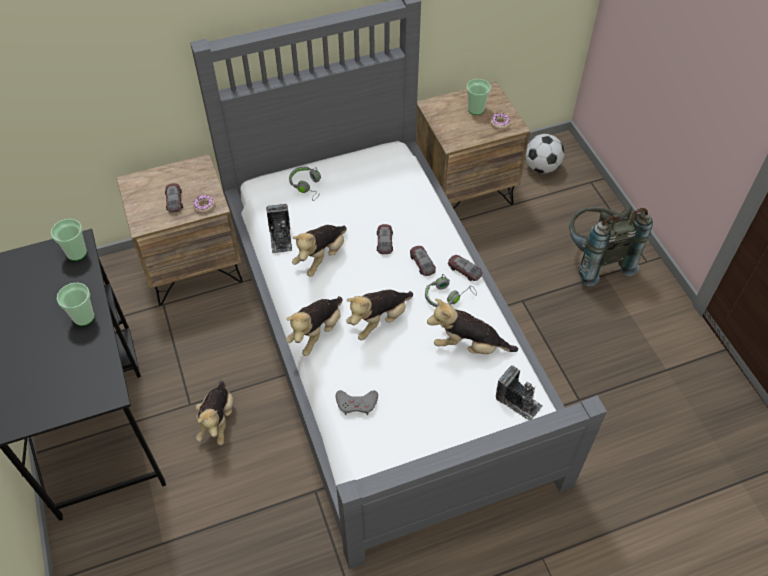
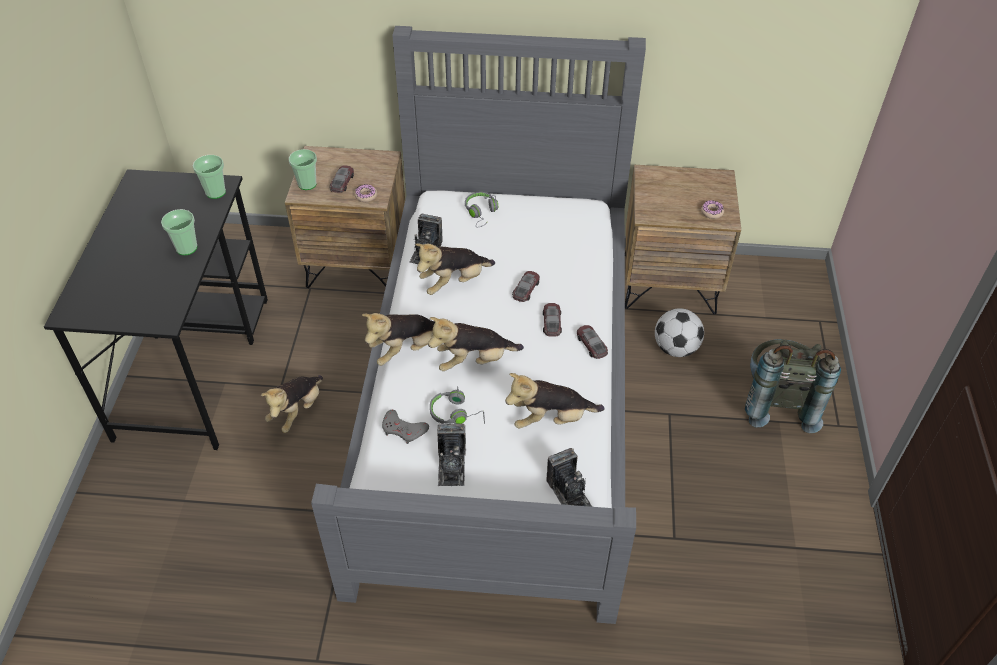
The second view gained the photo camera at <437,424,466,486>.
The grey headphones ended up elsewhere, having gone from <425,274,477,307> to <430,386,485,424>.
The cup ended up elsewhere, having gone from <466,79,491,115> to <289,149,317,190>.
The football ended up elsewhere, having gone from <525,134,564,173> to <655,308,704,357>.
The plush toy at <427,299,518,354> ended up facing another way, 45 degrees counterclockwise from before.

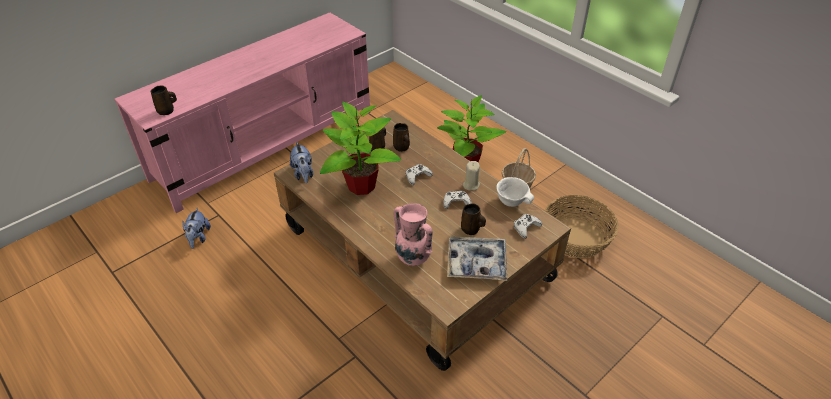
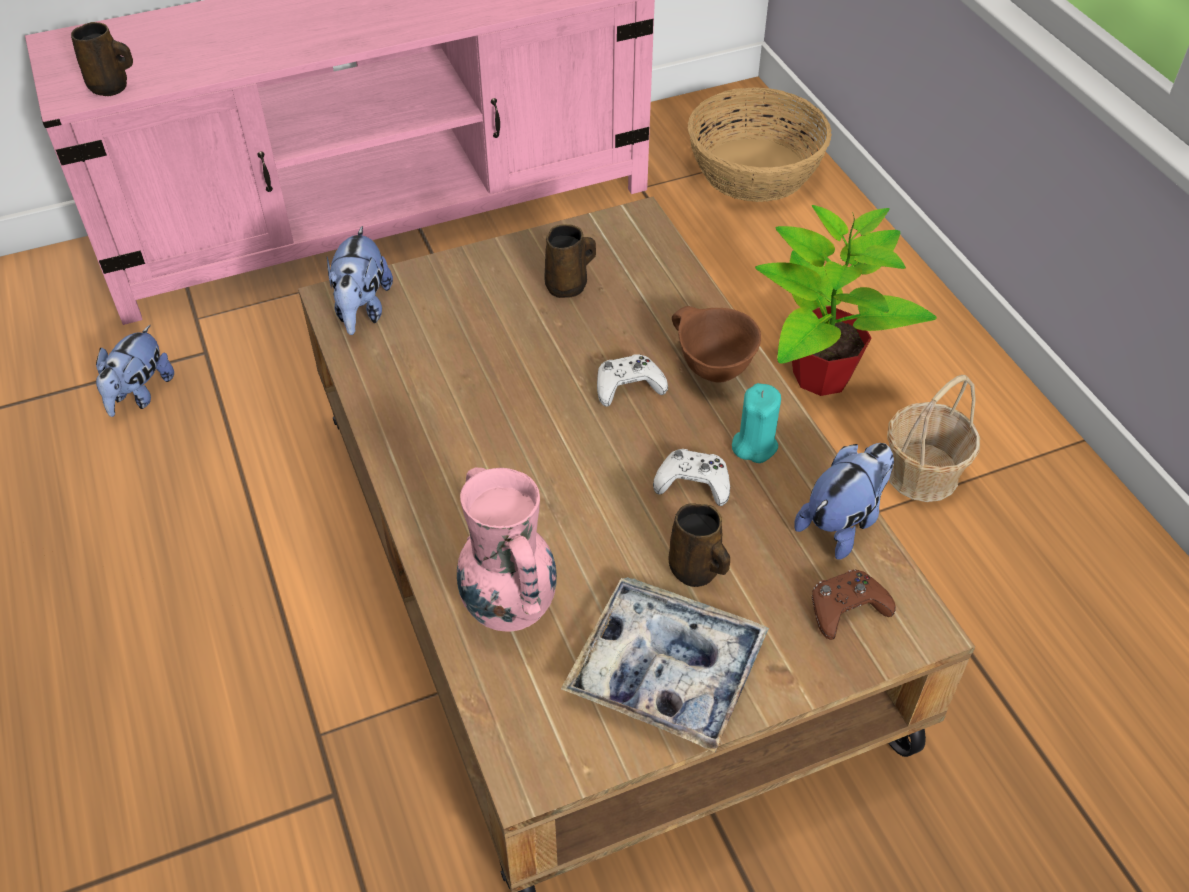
The second view lost the potted plant at <320,101,401,195>.
The second view lost the brown mug at <393,123,410,152>.
The second view gained the brown bowl at <672,306,761,383>.
The basket ended up elsewhere, having gone from <545,195,619,258> to <688,87,832,202>.
Where the white bowl stood at <497,177,534,207>, the plush toy came to stand at <795,443,894,560>.
What was the beige candle at <463,161,480,191> turned into the turquoise candle at <732,383,781,463>.
What was the white game controller at <513,214,542,239> turned into the brown game controller at <812,569,896,640>.

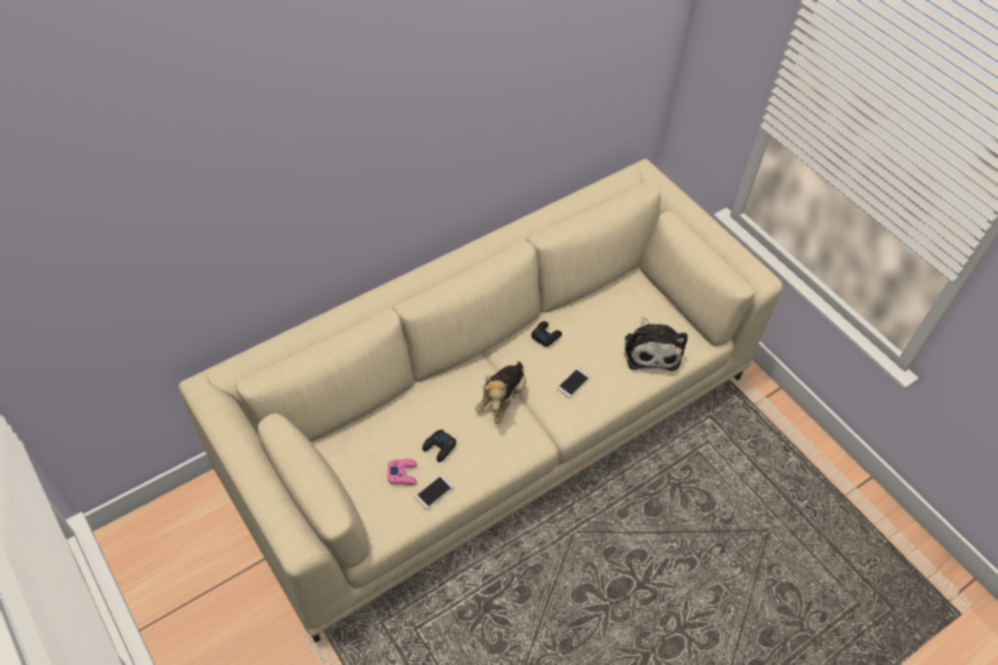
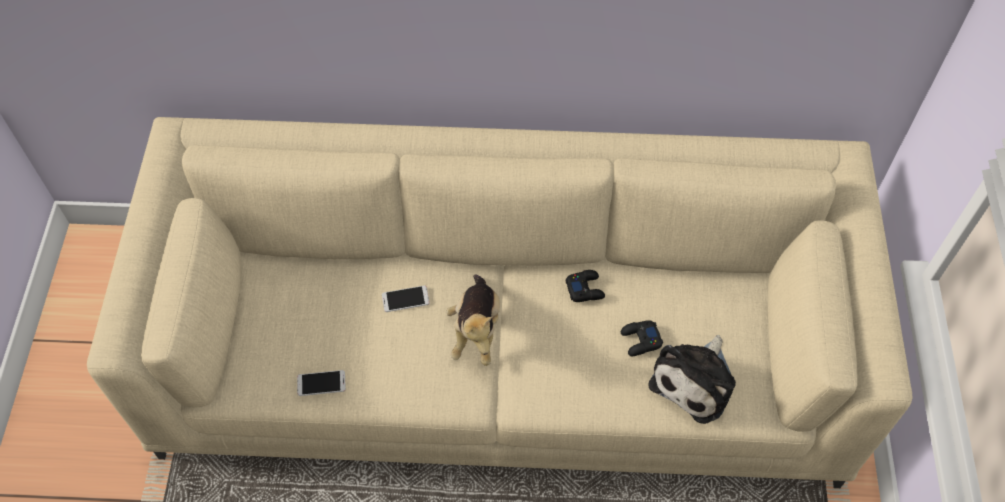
The second view lost the pink game controller at <387,459,417,485>.
The black game controller ended up elsewhere, having gone from <422,430,456,462> to <621,320,663,356>.
The phone ended up elsewhere, having gone from <557,368,591,398> to <382,285,430,312>.
The plush toy at <475,361,526,424> ended up facing another way, 60 degrees counterclockwise from before.

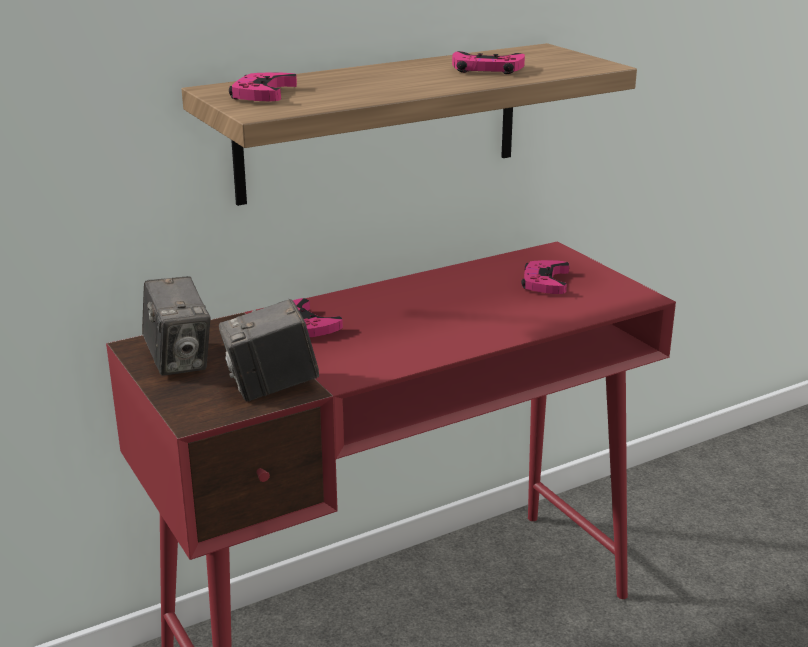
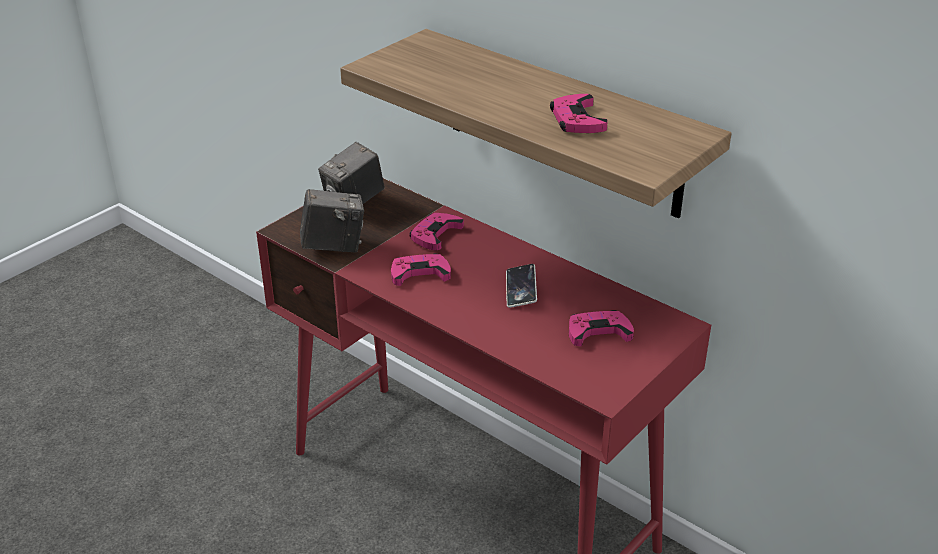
The second view gained the phone at <506,264,537,308>.
The pink game controller ended up elsewhere, having gone from <229,72,297,101> to <391,253,451,286>.
The photo camera at <219,299,319,401> ended up facing another way, 120 degrees clockwise from before.

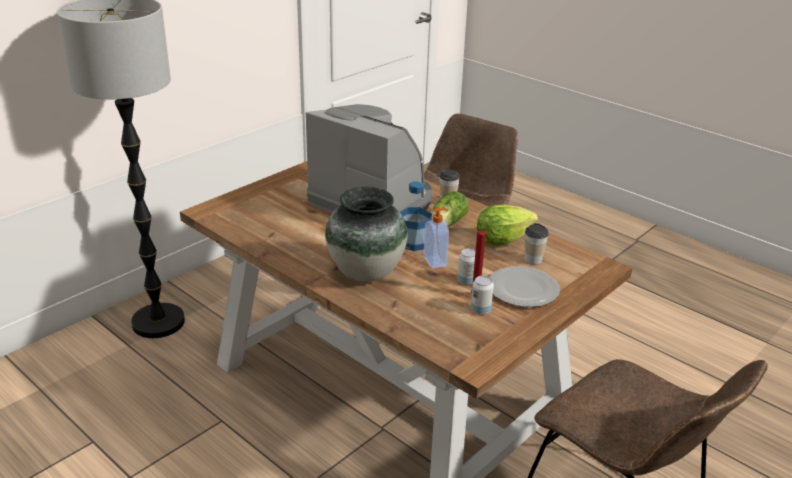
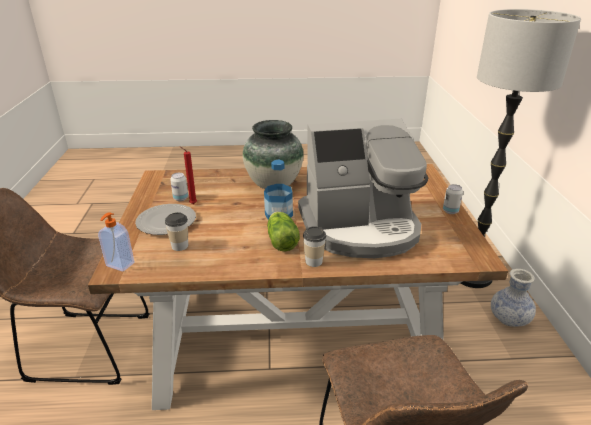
The second view lost the lettuce at <477,205,538,246>.
The second view gained the vase at <491,269,536,327>.
The soap dispenser ended up elsewhere, having gone from <423,208,449,269> to <98,212,134,272>.
The can ended up elsewhere, having gone from <457,248,476,285> to <443,184,463,214>.

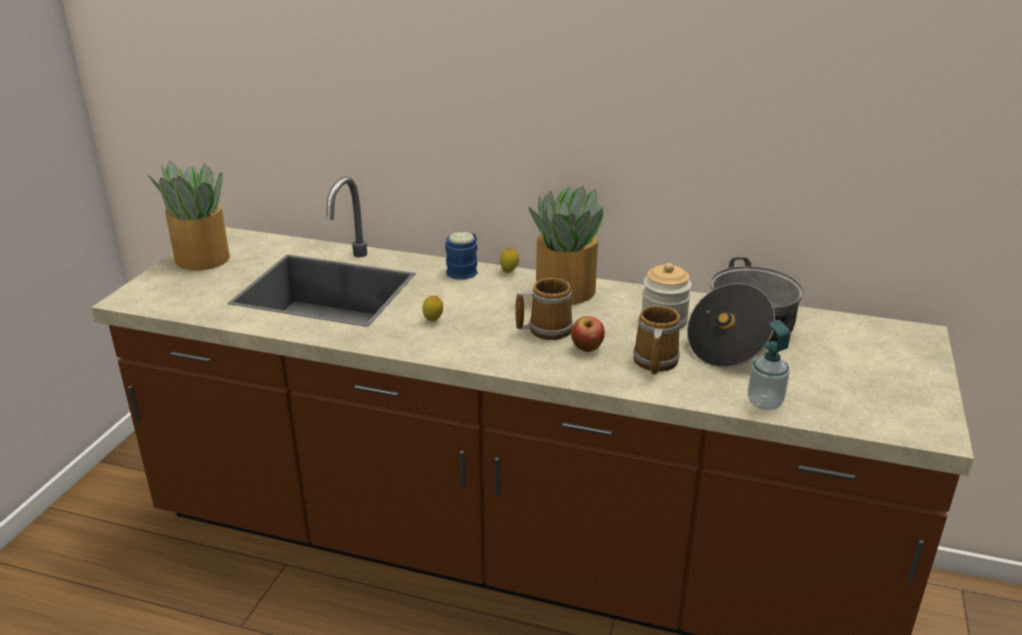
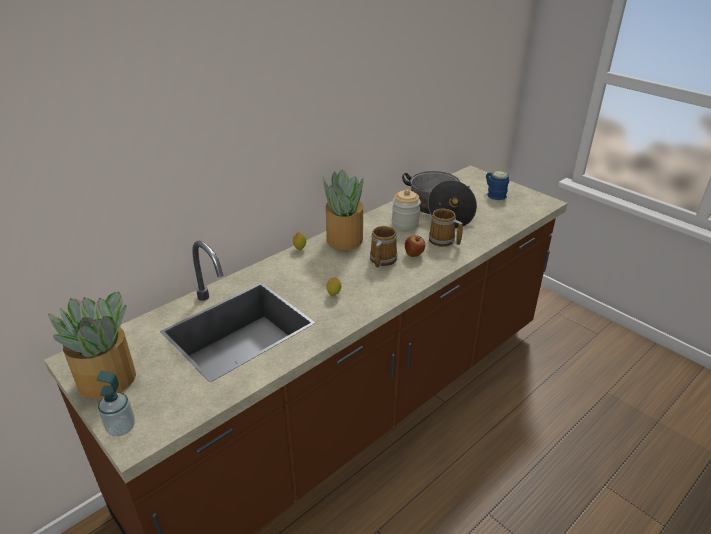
The blue mug ended up elsewhere, having gone from <445,232,478,280> to <486,171,509,200>.
The soap dispenser ended up elsewhere, having gone from <748,320,790,411> to <97,371,135,437>.

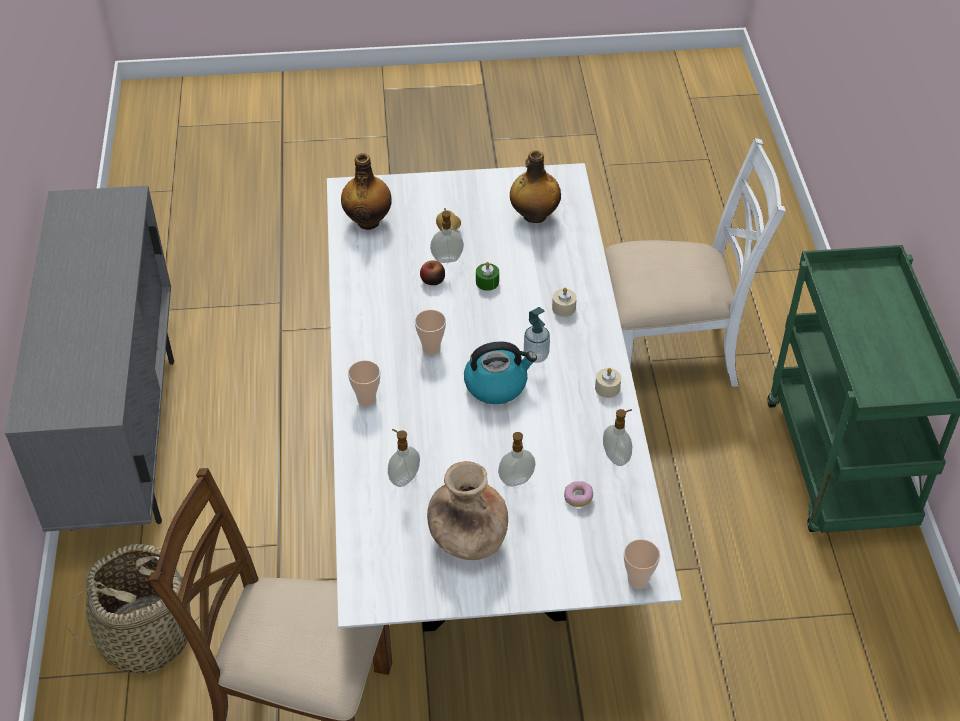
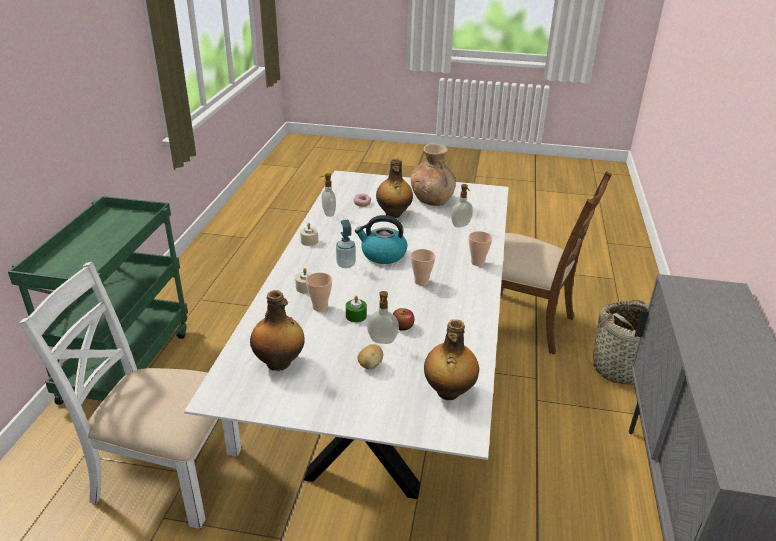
The cup ended up elsewhere, having gone from <624,539,660,589> to <306,272,332,311>.
Where the soap dispenser stood at <498,432,536,486>, the bottle came to stand at <376,159,413,218>.

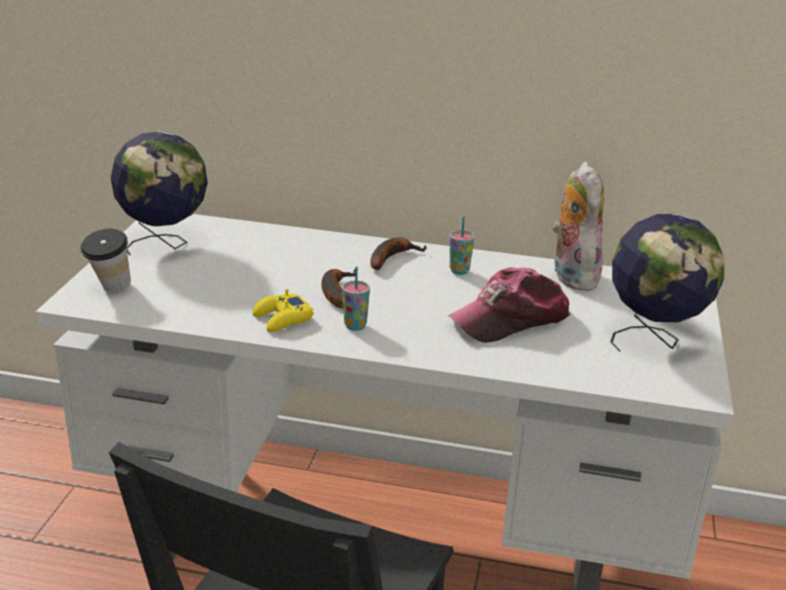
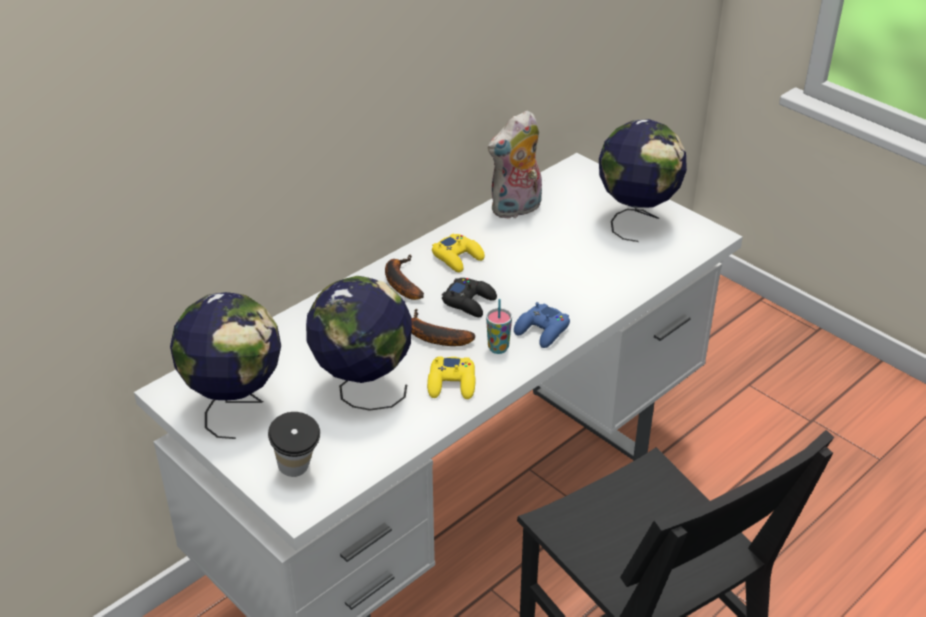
The second view lost the cap at <448,267,571,343>.
The second view gained the globe at <306,276,412,411>.
The second view gained the black game controller at <442,278,497,317>.
The second view gained the blue game controller at <514,302,570,348>.
Where the cup stood at <450,216,475,275>, the yellow game controller came to stand at <432,234,485,272>.
The plush toy at <552,162,604,291> ended up facing another way, 60 degrees counterclockwise from before.

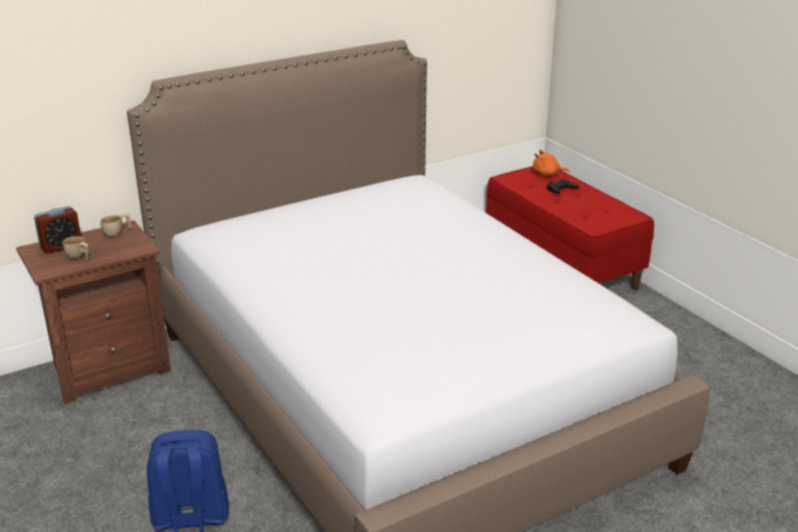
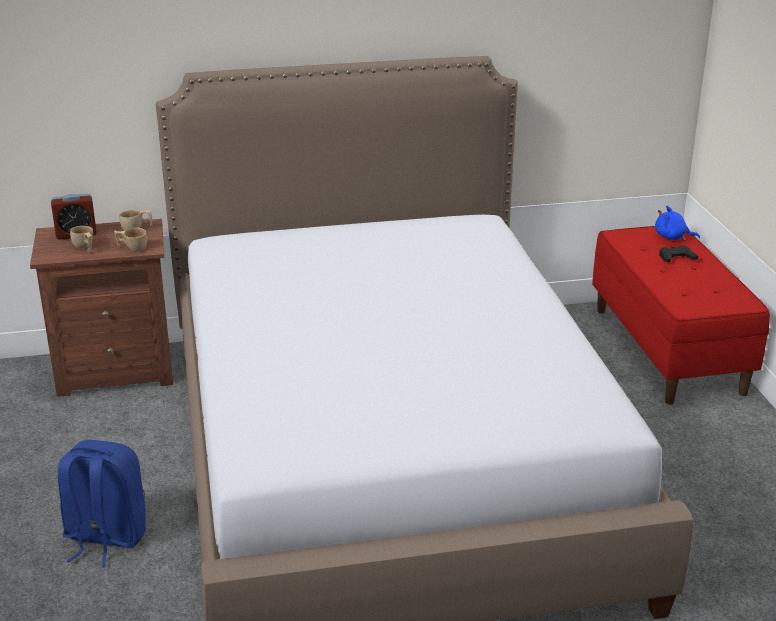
The second view gained the beige cup at <114,227,147,252>.
What was the orange plush toy at <533,149,569,176> turned into the blue plush toy at <655,206,700,240>.

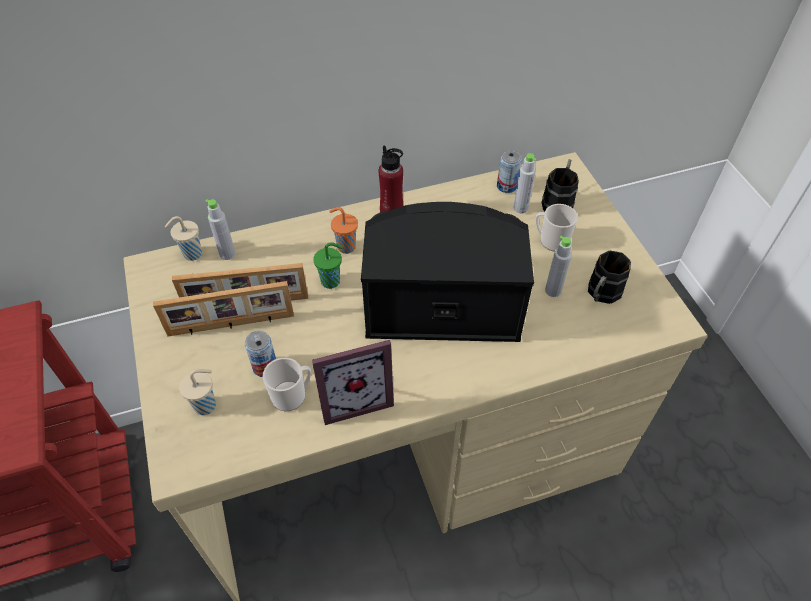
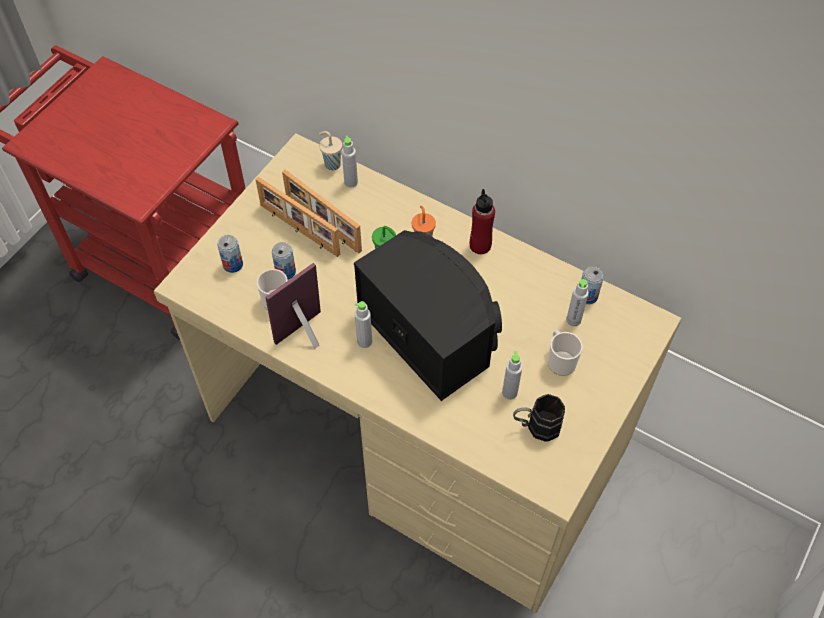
The second view lost the black mug at <541,159,579,211>.
The second view gained the grey bottle at <355,301,372,348>.
Where the beige cup stood at <179,369,216,415>, the can came to stand at <217,235,243,273>.
The picture frame at <312,340,394,425> ended up facing another way, 105 degrees clockwise from before.

